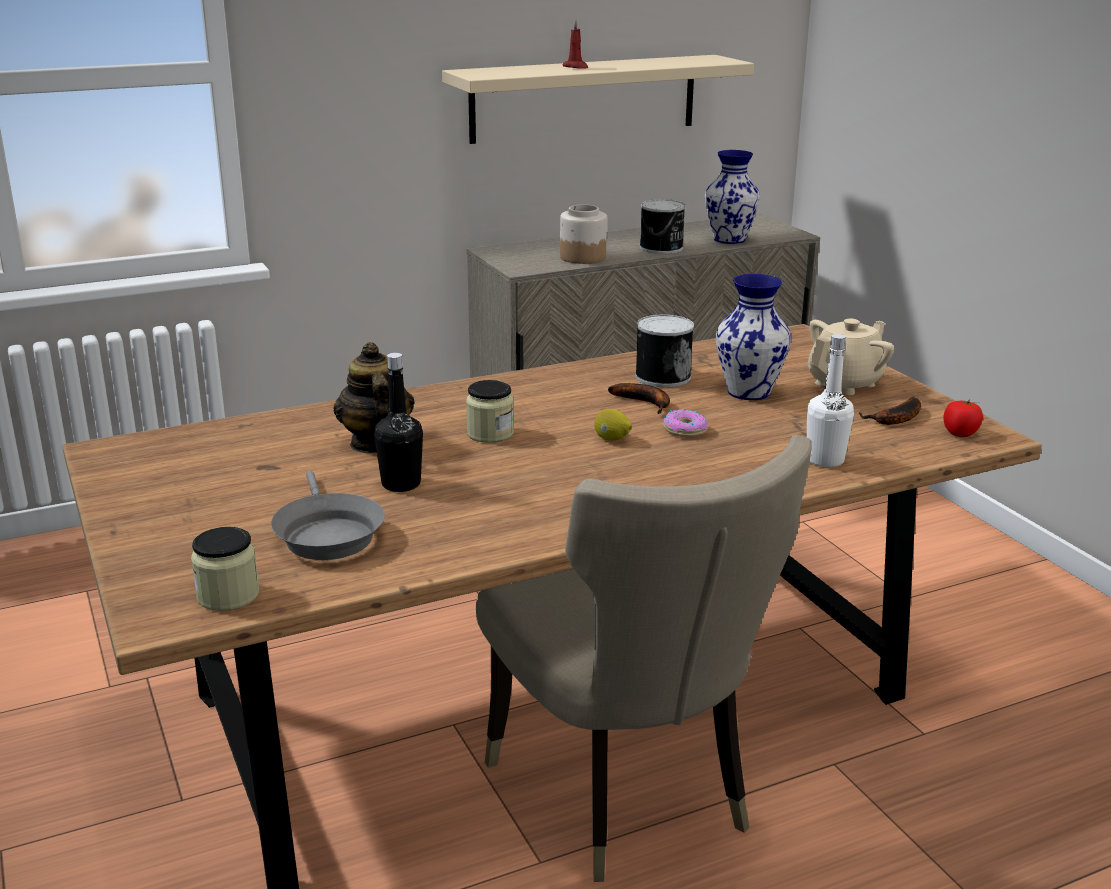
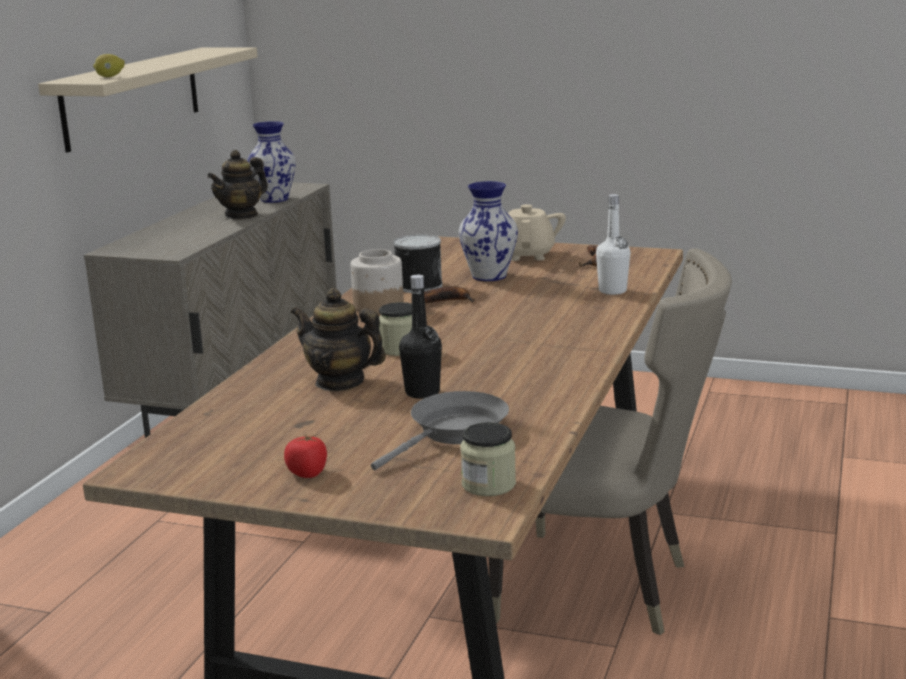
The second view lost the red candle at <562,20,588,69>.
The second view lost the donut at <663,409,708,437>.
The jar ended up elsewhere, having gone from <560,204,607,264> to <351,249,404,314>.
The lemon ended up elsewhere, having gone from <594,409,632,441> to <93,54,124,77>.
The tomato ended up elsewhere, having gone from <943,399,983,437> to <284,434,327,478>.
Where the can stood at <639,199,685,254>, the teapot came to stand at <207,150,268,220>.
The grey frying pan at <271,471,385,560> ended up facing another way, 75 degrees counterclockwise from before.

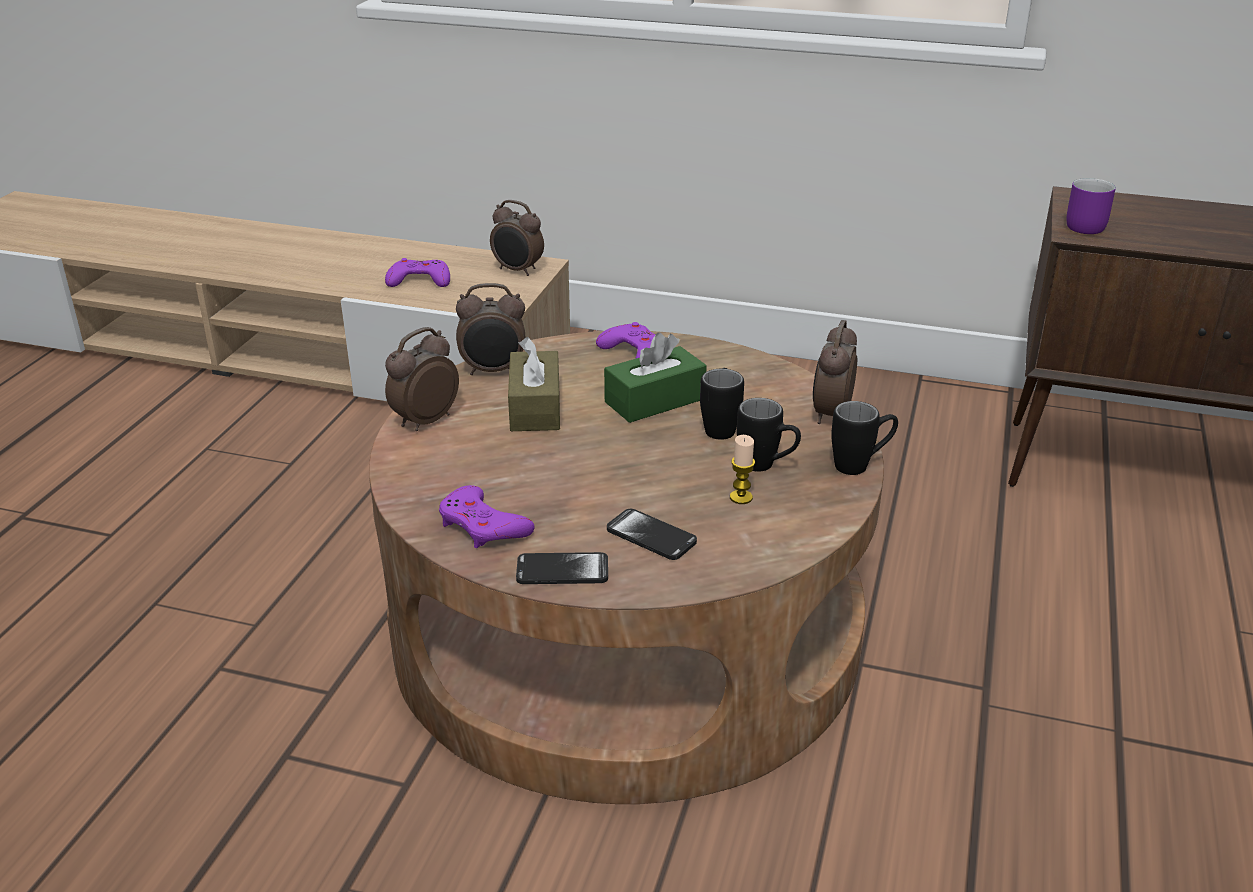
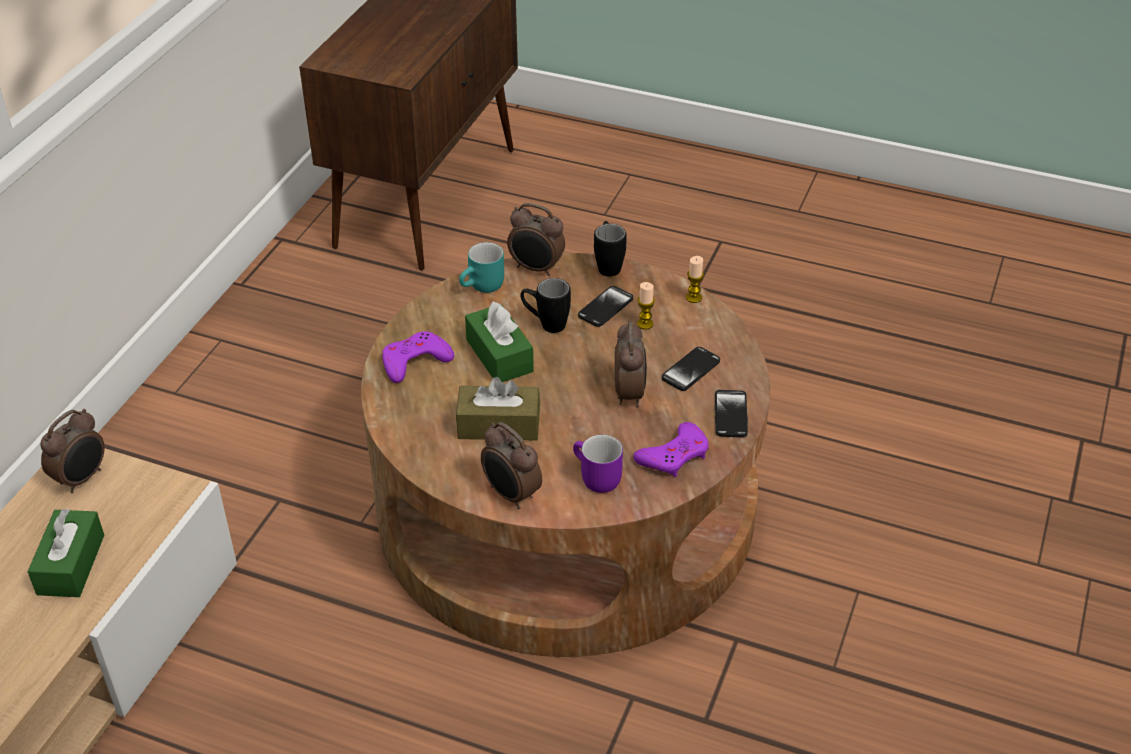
The second view gained the turquoise mug at <459,242,504,293>.
The second view gained the candle at <686,256,704,303>.
The alarm clock ended up elsewhere, having gone from <456,283,525,375> to <615,320,647,407>.
The purple mug ended up elsewhere, having gone from <1067,178,1116,234> to <573,435,623,493>.
Where the purple game controller stood at <385,258,450,287>, the green tissue box came to stand at <28,508,104,597>.
Where the black mug stood at <737,398,801,472>, the phone came to stand at <578,286,633,327>.

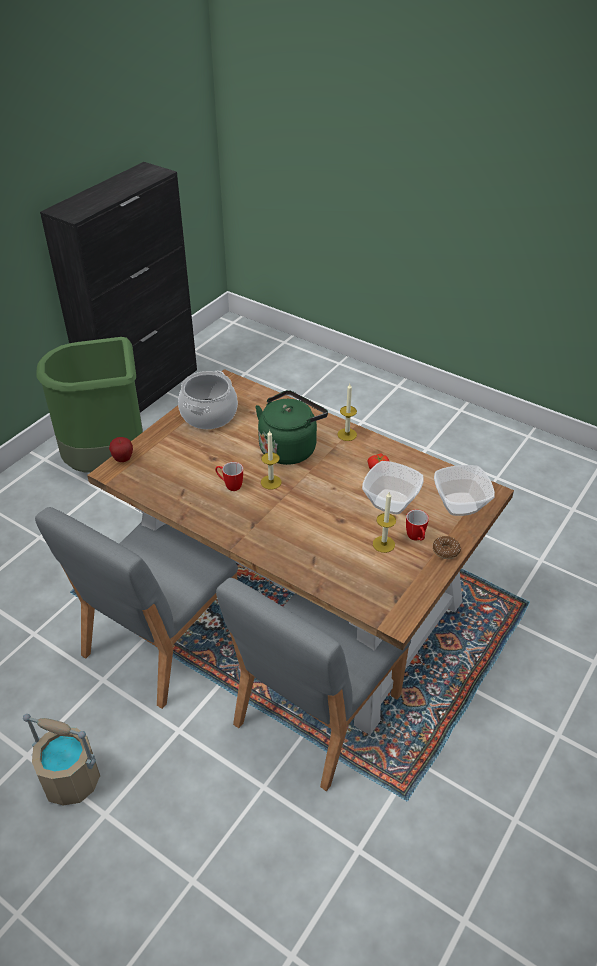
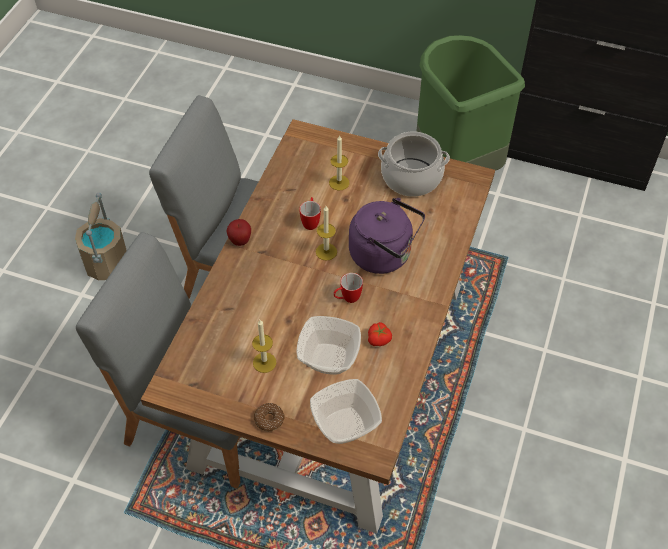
The apple ended up elsewhere, having gone from <109,437,133,462> to <226,219,251,246>.
The candle ended up elsewhere, having gone from <337,384,357,441> to <329,135,349,190>.
The mug ended up elsewhere, having gone from <406,510,429,541> to <333,273,363,303>.
What was the green kettle at <255,390,328,465> turned into the purple kettle at <349,198,425,274>.

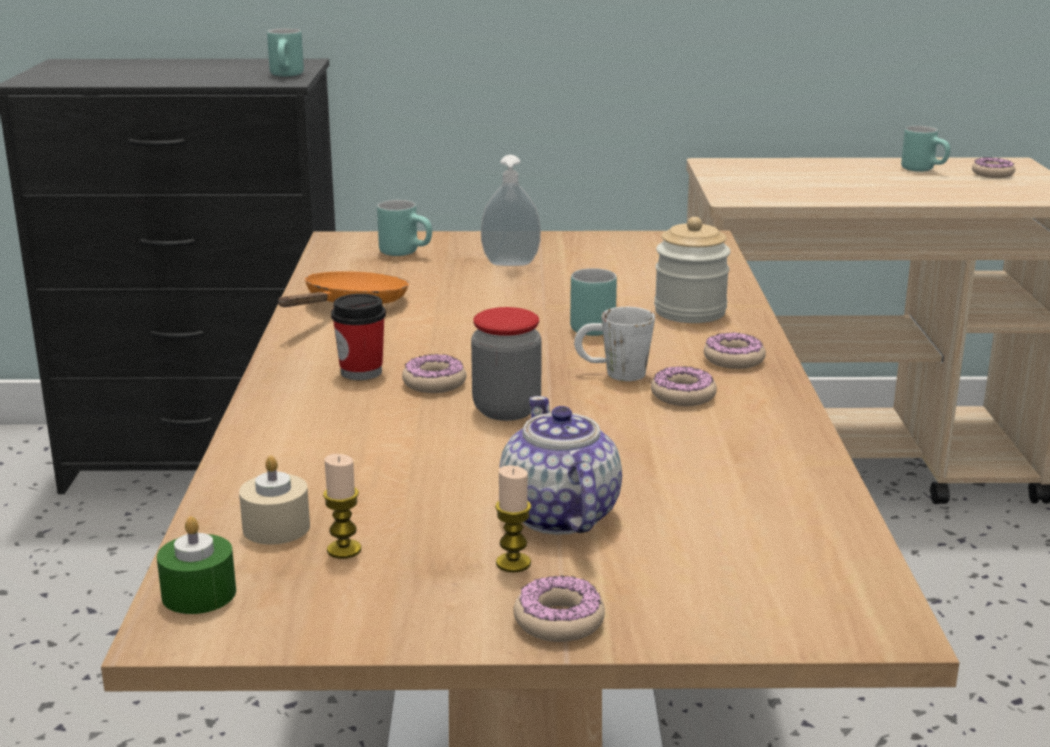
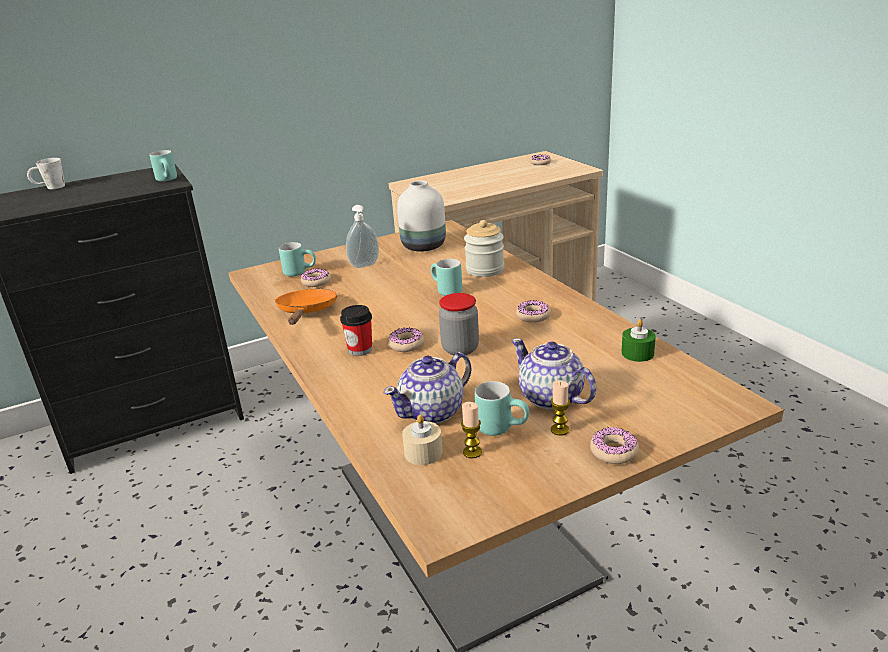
The second view gained the teapot at <383,352,472,424>.
The second view gained the white vase at <397,181,446,251>.
The green candle ended up elsewhere, having gone from <157,516,236,614> to <621,319,656,362>.
The white mug ended up elsewhere, having gone from <574,307,655,381> to <27,158,65,189>.
The donut ended up elsewhere, having gone from <704,332,766,369> to <301,269,331,287>.
The turquoise mug ended up elsewhere, having gone from <901,126,950,172> to <475,381,529,436>.

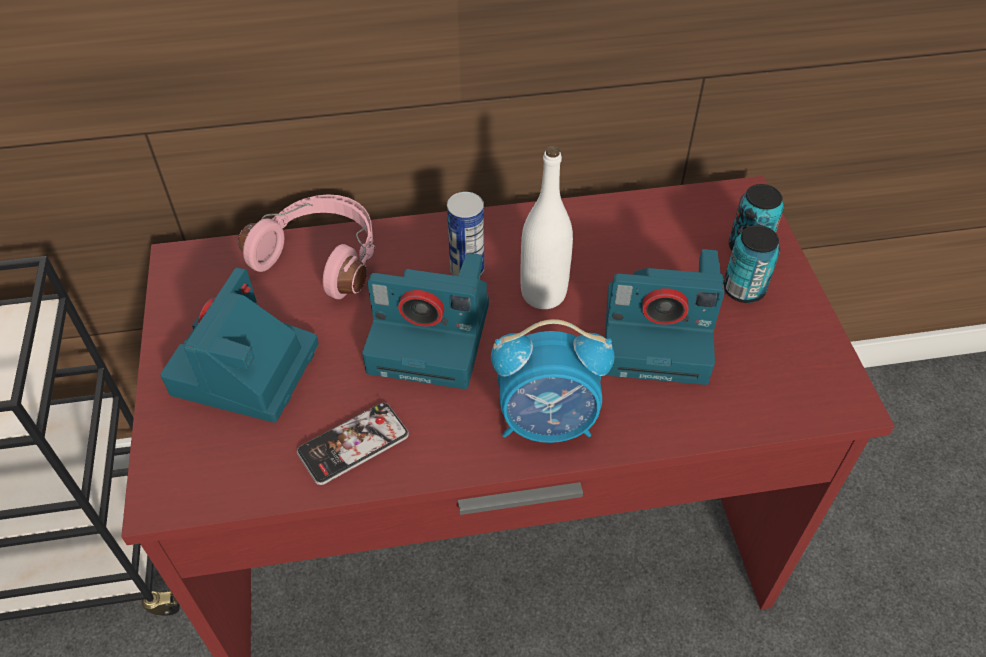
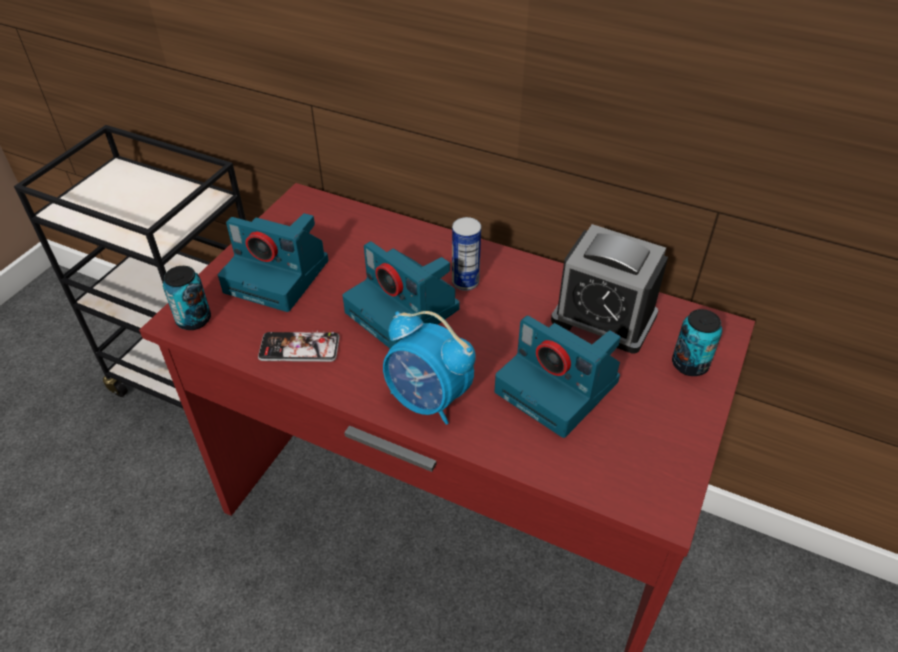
The second view lost the pink headphones at <238,194,376,299>.
The second view lost the white bottle at <520,145,573,309>.
The second view gained the alarm clock at <551,224,668,354>.
The can ended up elsewhere, having gone from <723,225,780,303> to <163,266,211,330>.
The photo camera at <160,267,319,422> ended up facing another way, 120 degrees counterclockwise from before.

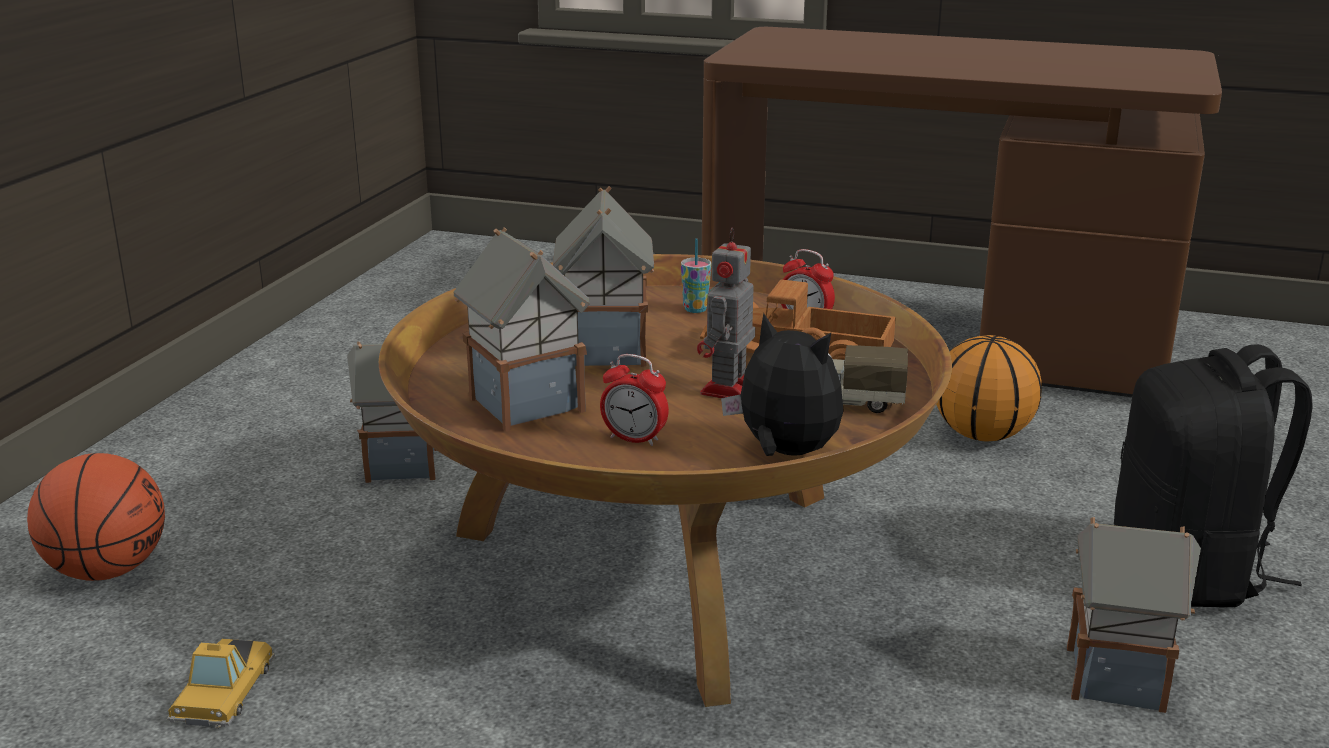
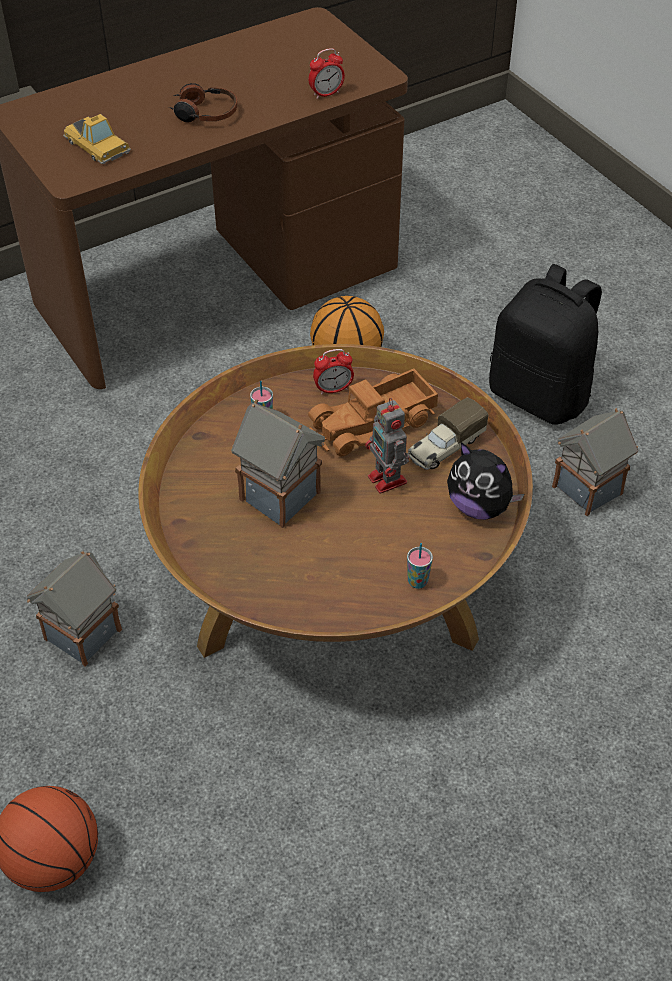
The second view lost the toy house at <454,227,590,432>.
The second view gained the headphones at <169,83,237,123>.
The second view gained the cup at <407,543,433,589>.
The toy car ended up elsewhere, having gone from <167,639,275,729> to <63,114,131,164>.
The alarm clock ended up elsewhere, having gone from <600,354,669,446> to <308,48,345,99>.
The plush toy at <721,313,844,456> ended up facing another way, 135 degrees counterclockwise from before.

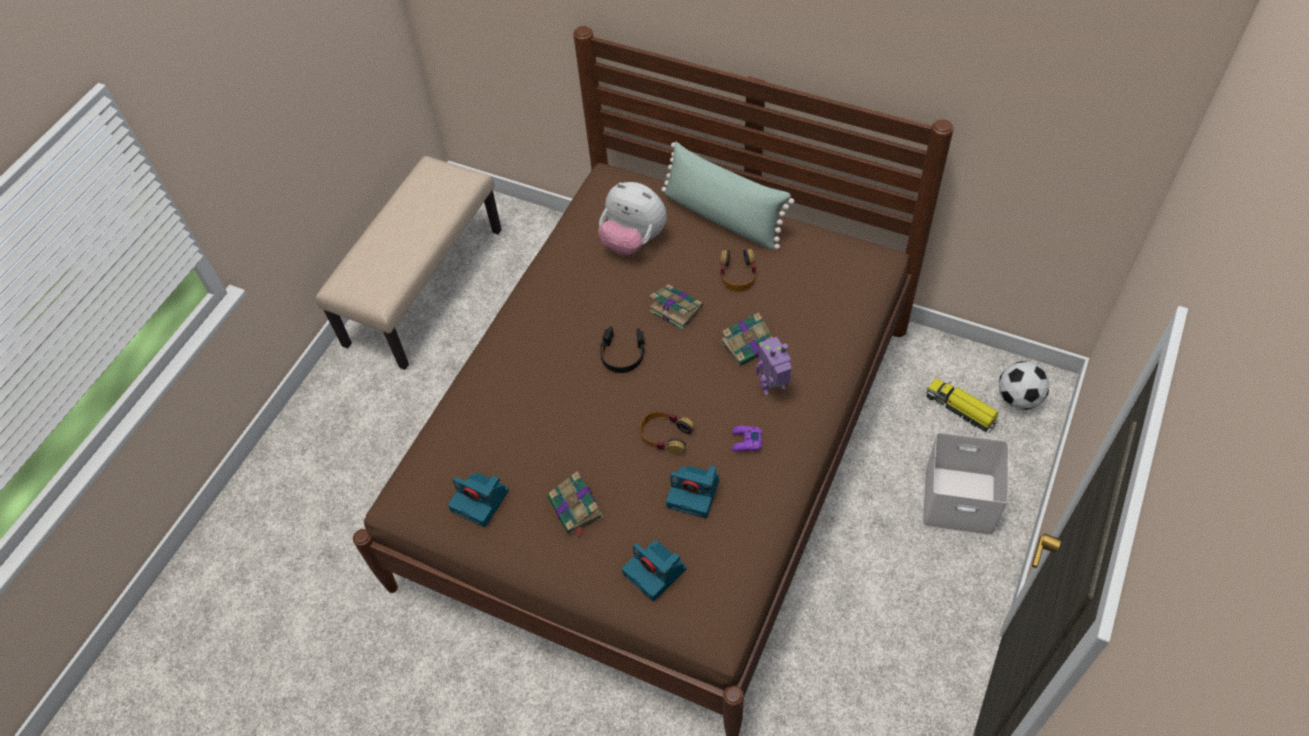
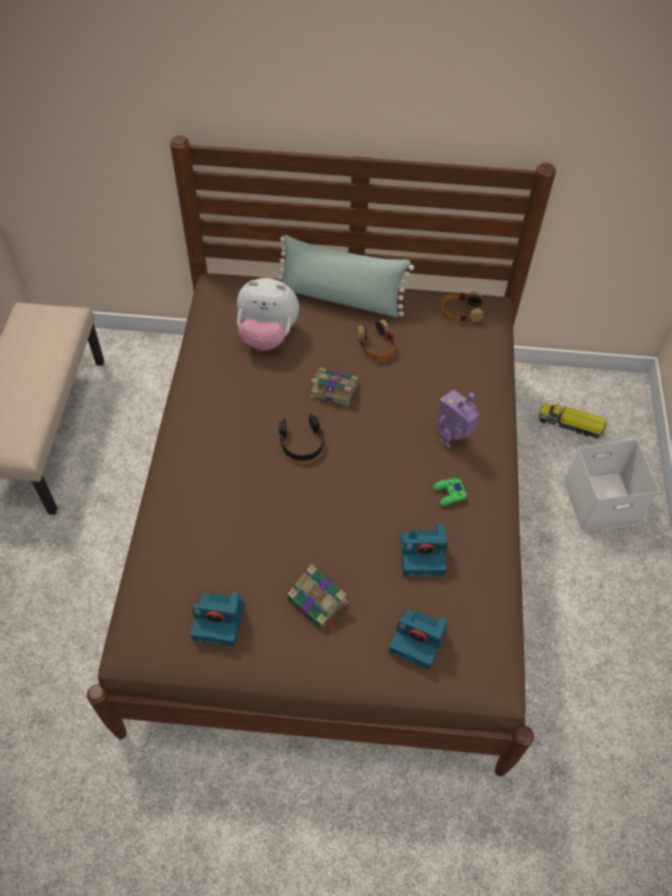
The second view lost the book at <720,312,779,366>.
The second view lost the football at <999,361,1049,410>.
The headphones ended up elsewhere, having gone from <640,412,695,454> to <440,292,484,322>.
What was the purple game controller at <732,425,762,452> turned into the green game controller at <433,478,467,506>.

